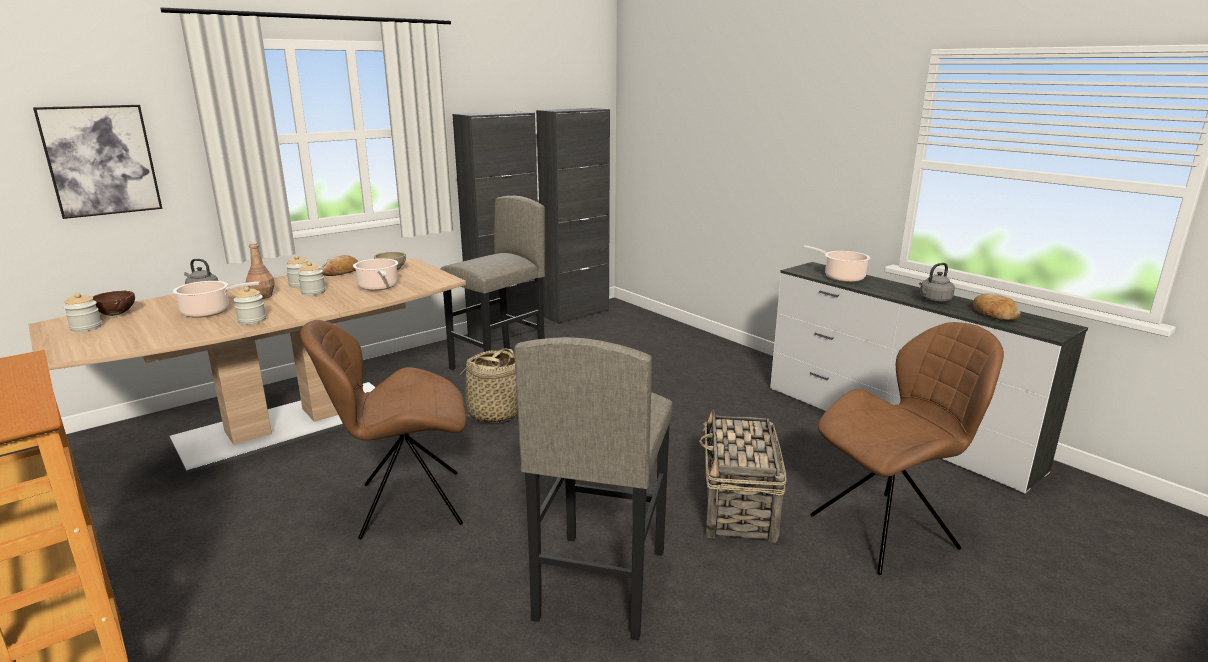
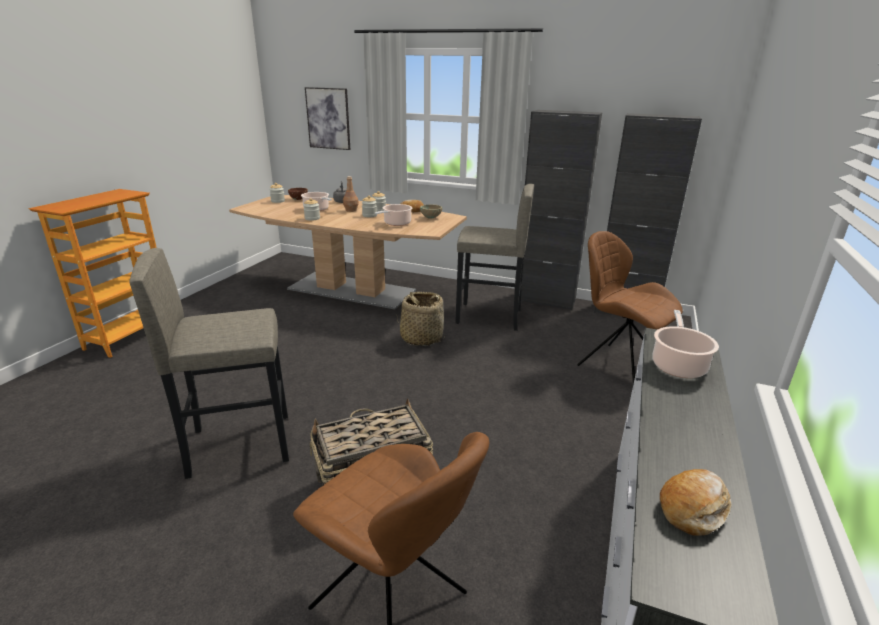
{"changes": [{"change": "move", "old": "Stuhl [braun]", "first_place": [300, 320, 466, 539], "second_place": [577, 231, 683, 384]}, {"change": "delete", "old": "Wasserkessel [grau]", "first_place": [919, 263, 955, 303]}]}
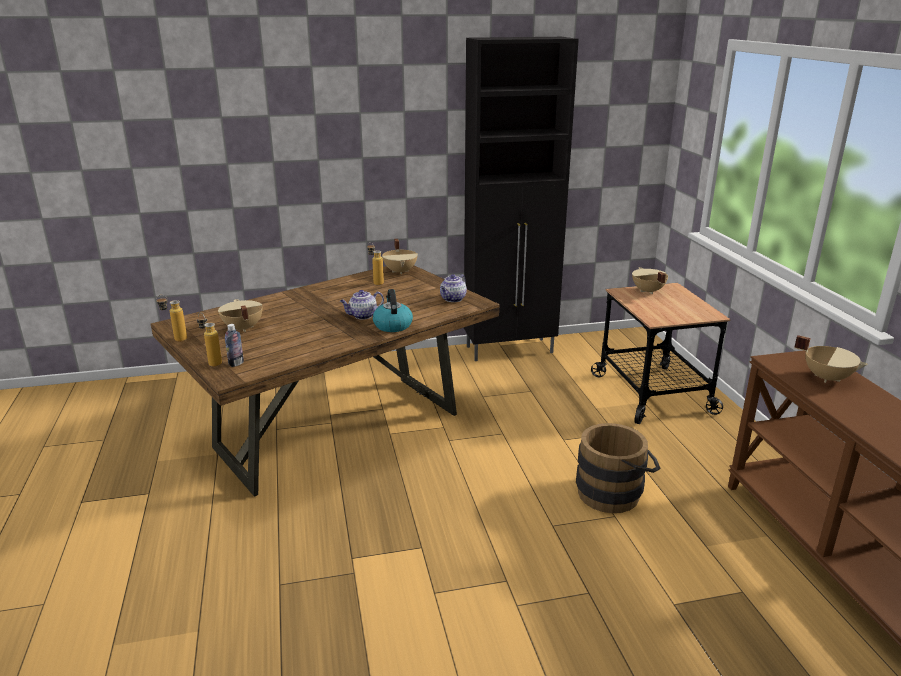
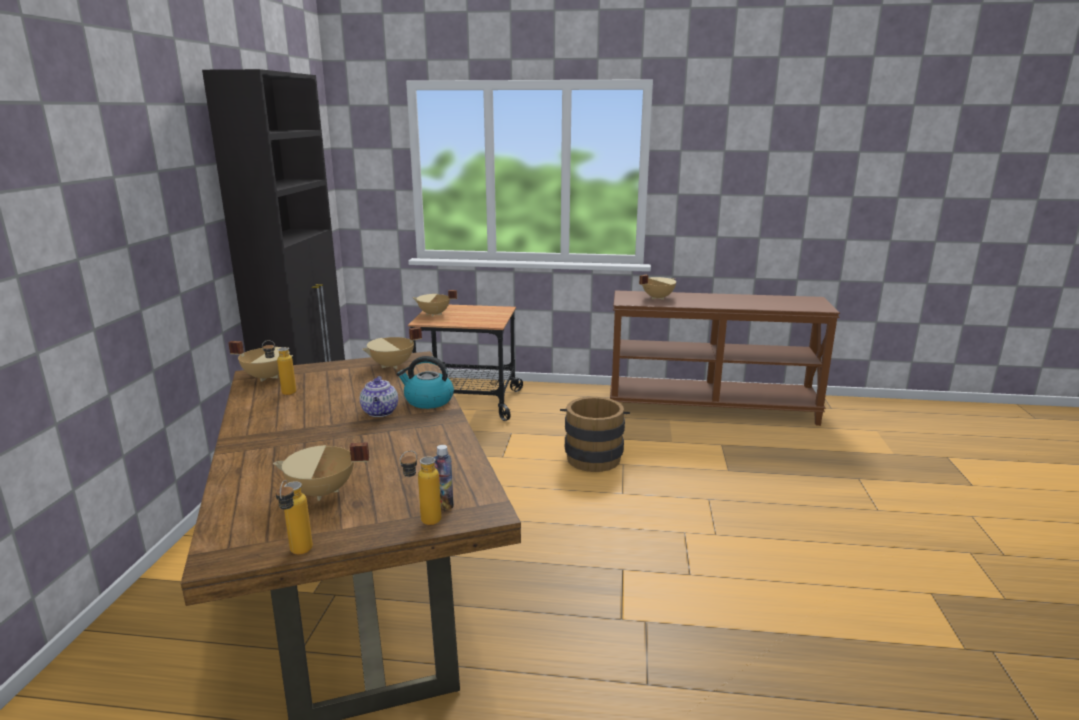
{"changes": [{"change": "replace", "old": "Teekanne", "new": "Kochtopf [beige]", "first_place": [440, 274, 467, 302], "second_place": [362, 327, 422, 369]}]}
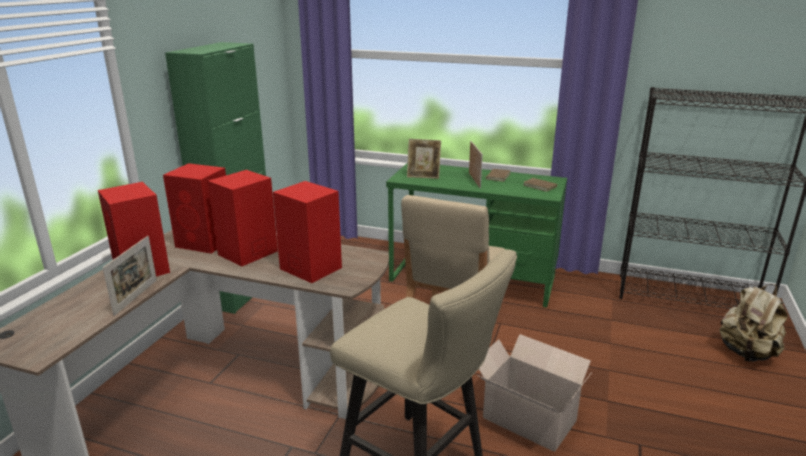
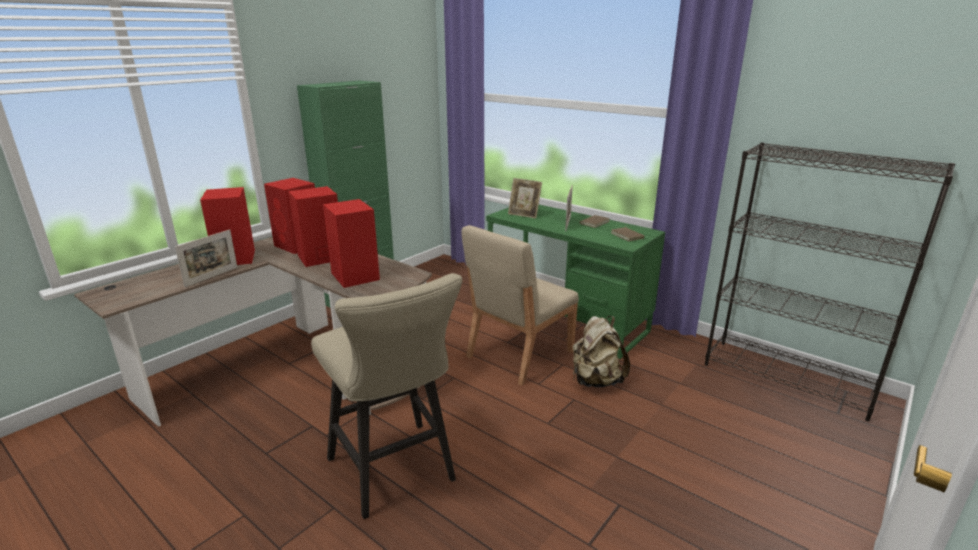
{"changes": [{"change": "delete", "old": "Karton", "first_place": [477, 334, 592, 452]}, {"change": "move", "old": "Rucksack [beige]", "first_place": [719, 284, 788, 362], "second_place": [573, 316, 630, 388]}]}
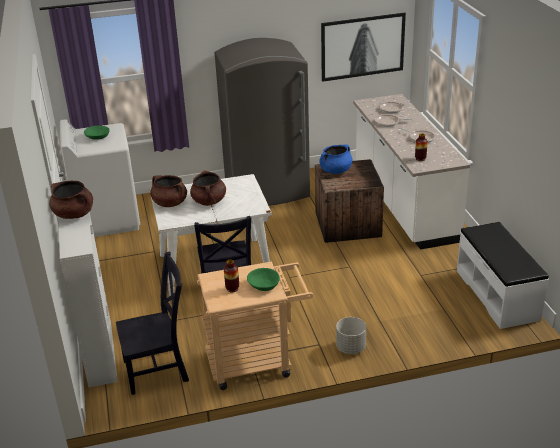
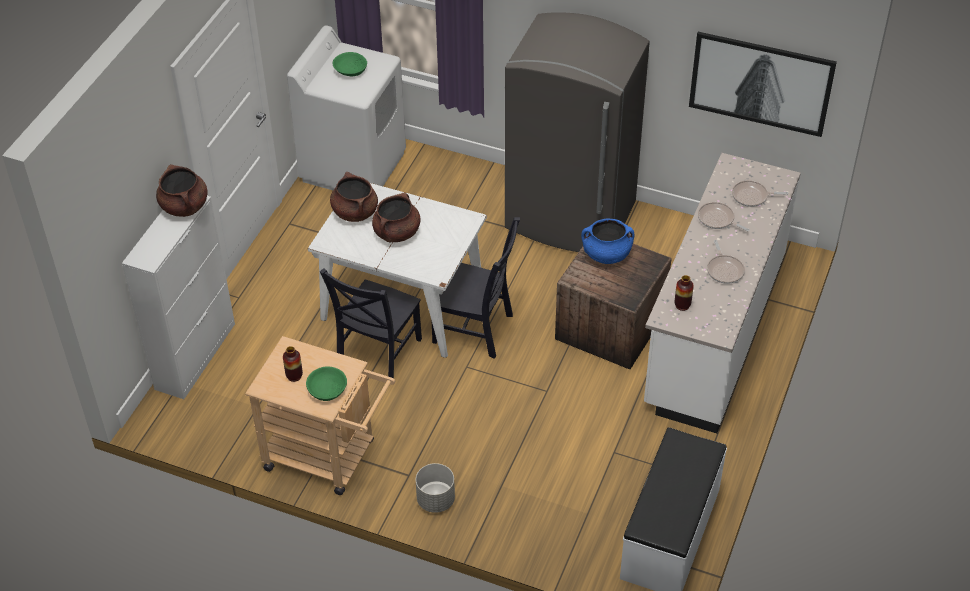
{"changes": [{"change": "move", "old": "Stuhl [schwarz]", "first_place": [116, 252, 189, 395], "second_place": [432, 217, 520, 358]}]}
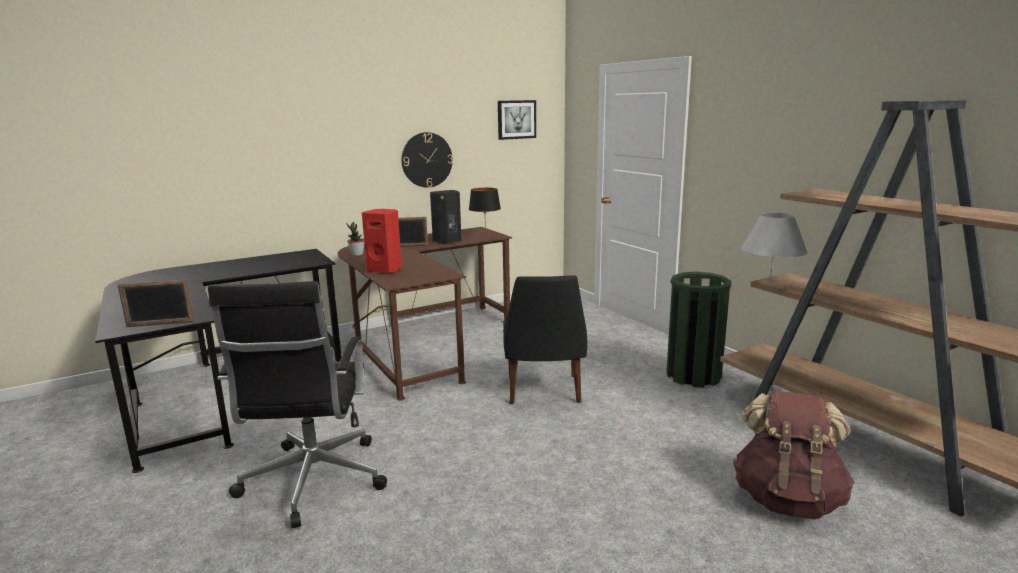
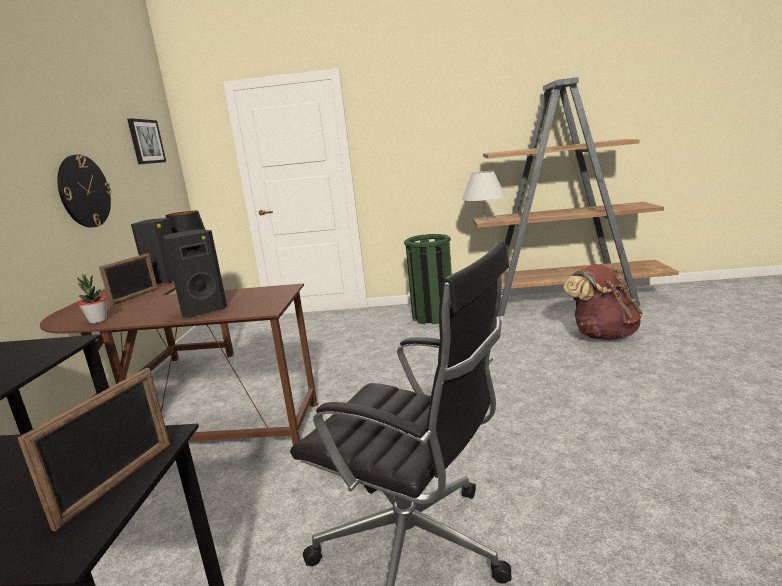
{"changes": [{"change": "recolor", "old": "Lautsprecher [rot]", "new": "Lautsprecher [schwarz]", "first_place": [362, 209, 402, 273], "second_place": [163, 229, 227, 318]}, {"change": "delete", "old": "Stuhl [schwarz]", "first_place": [503, 275, 587, 404]}]}
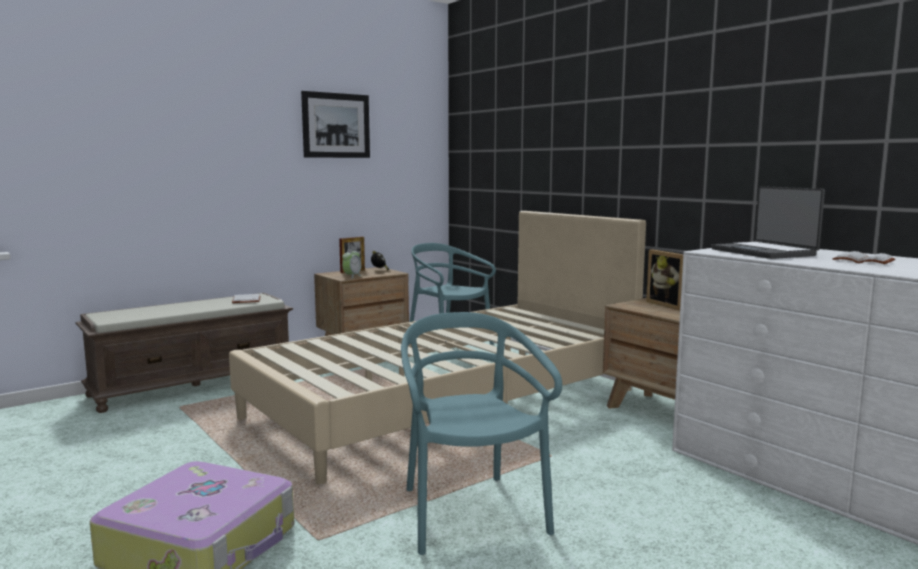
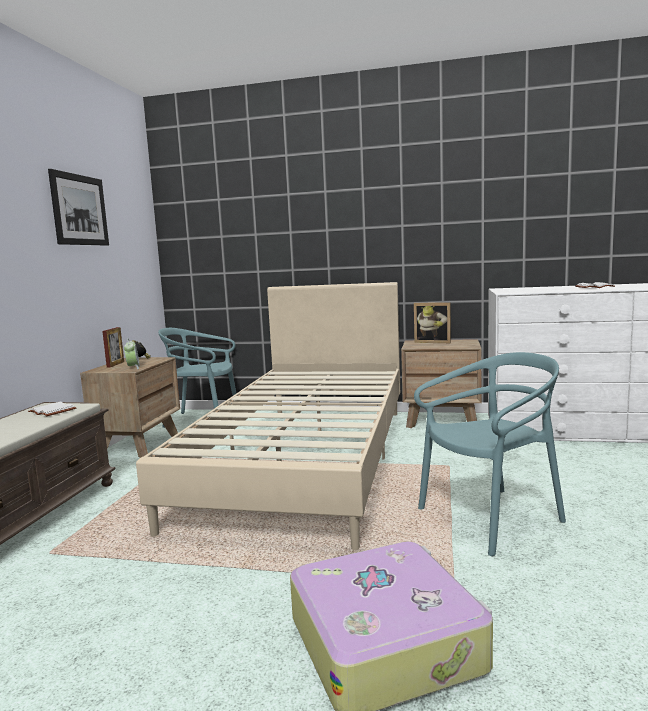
{"changes": [{"change": "rotate", "old": "Stuhl [türkis]", "first_place": [401, 312, 562, 555], "second_place": [414, 352, 566, 556], "degrees": 120}, {"change": "delete", "old": "Laptop", "first_place": [711, 186, 825, 259]}]}
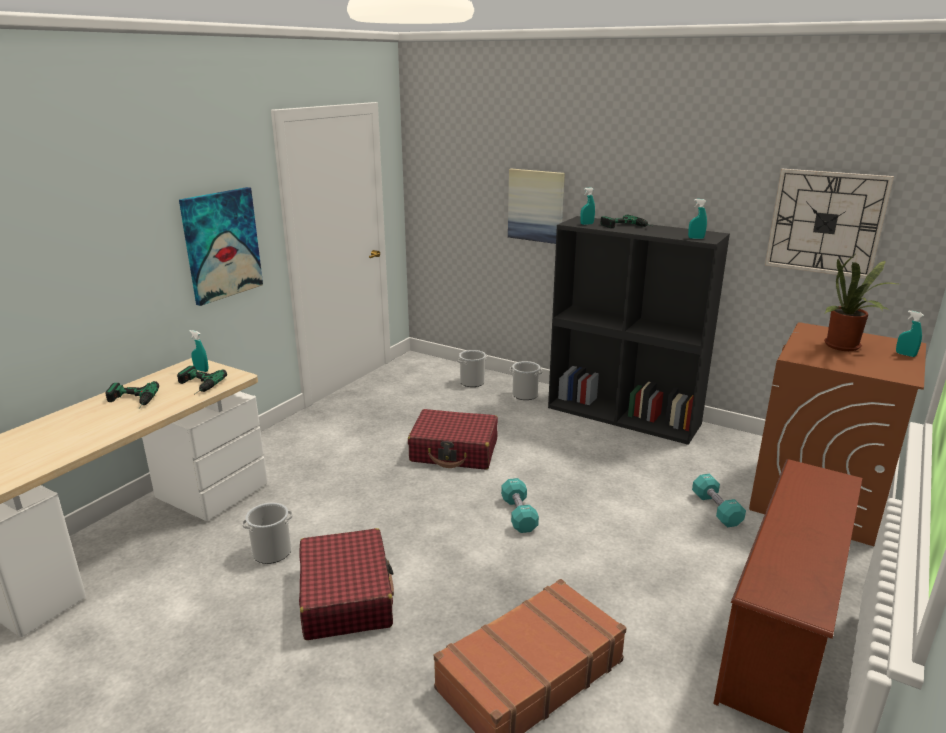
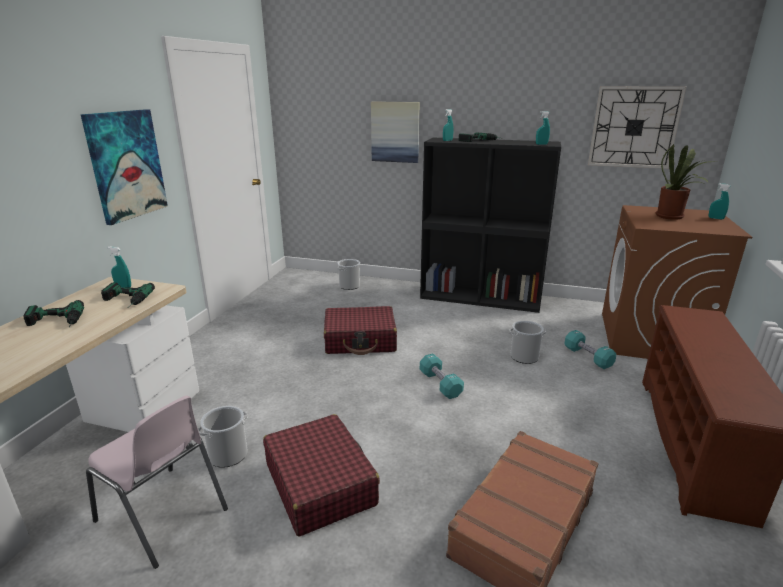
{"changes": [{"change": "move", "old": "Eimer", "first_place": [510, 361, 543, 400], "second_place": [509, 321, 546, 364]}, {"change": "insert", "new": "Stuhl [rosa]", "second_place": [86, 395, 228, 569]}]}
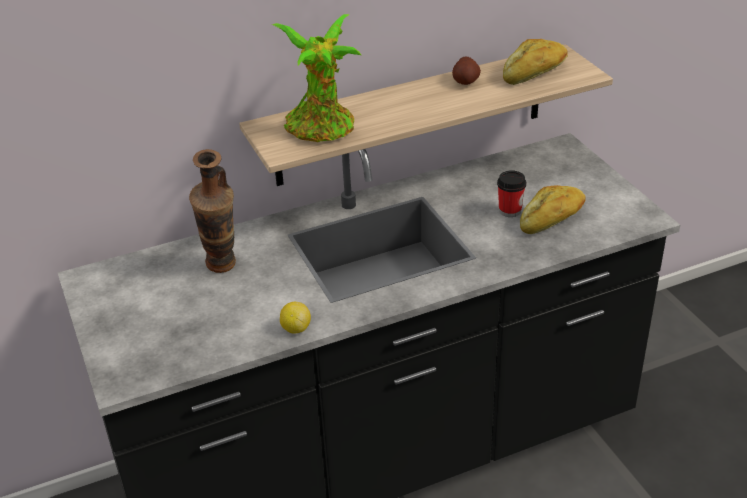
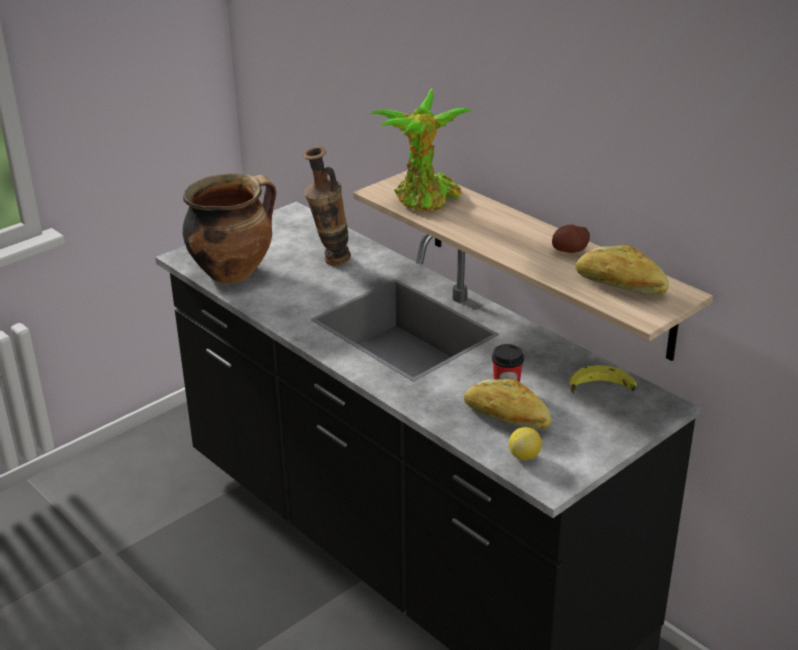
{"changes": [{"change": "move", "old": "Zitrone", "first_place": [280, 302, 311, 334], "second_place": [509, 427, 542, 460]}, {"change": "insert", "new": "Kochtopf", "second_place": [183, 174, 276, 283]}, {"change": "insert", "new": "Banane", "second_place": [569, 365, 637, 394]}]}
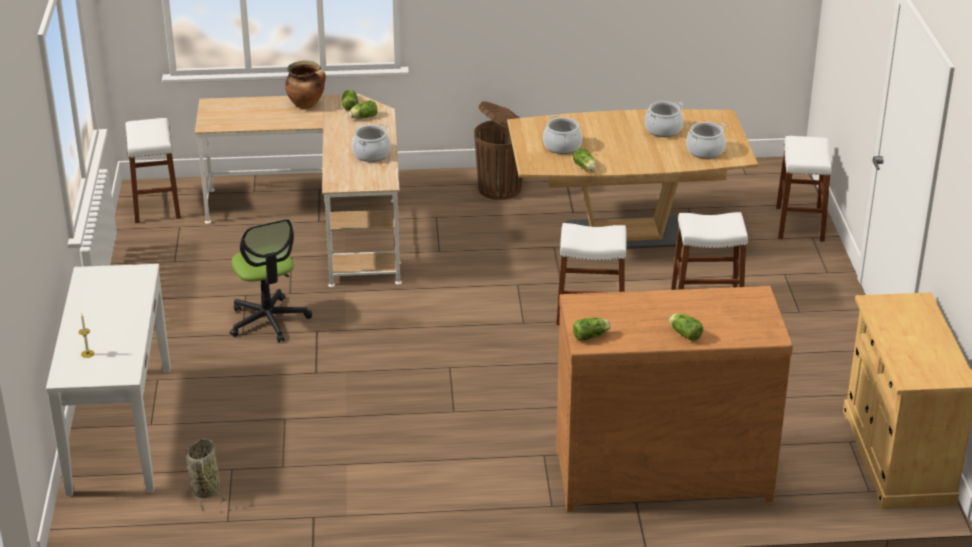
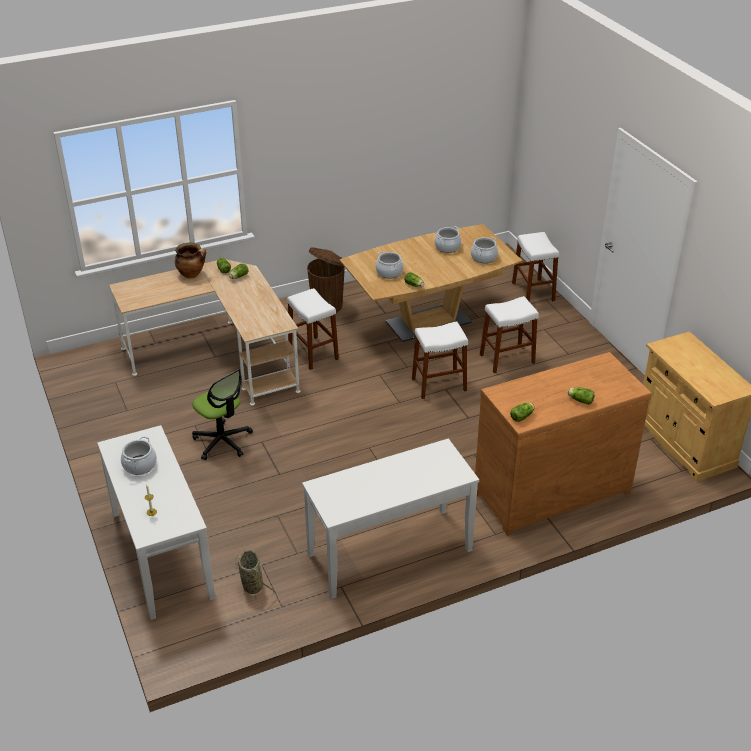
{"changes": [{"change": "move", "old": "Hocker [weiß]", "first_place": [126, 118, 181, 223], "second_place": [287, 288, 339, 370]}, {"change": "move", "old": "Kochtopf", "first_place": [352, 123, 391, 162], "second_place": [121, 436, 157, 475]}, {"change": "insert", "new": "Konsolentisch [weiß]", "second_place": [302, 438, 479, 599]}]}
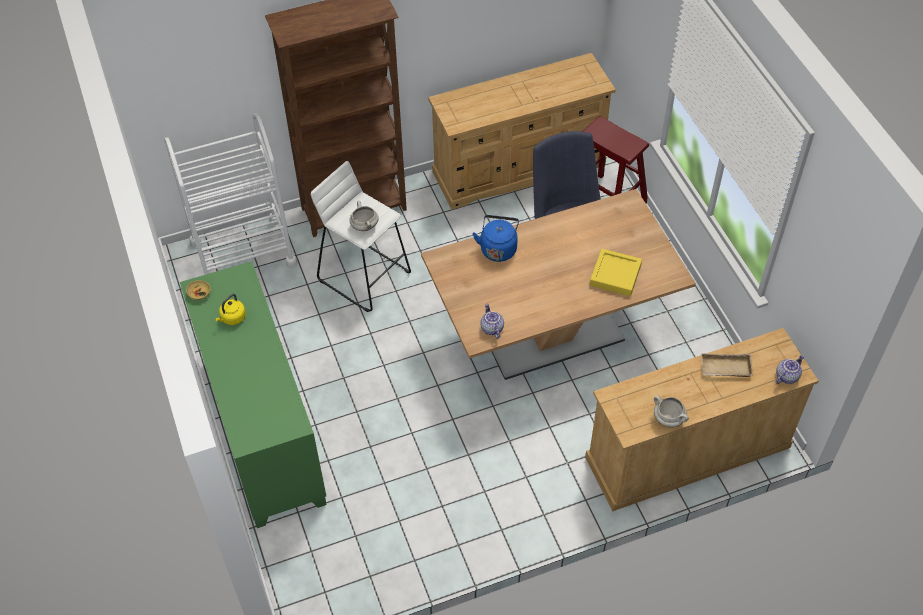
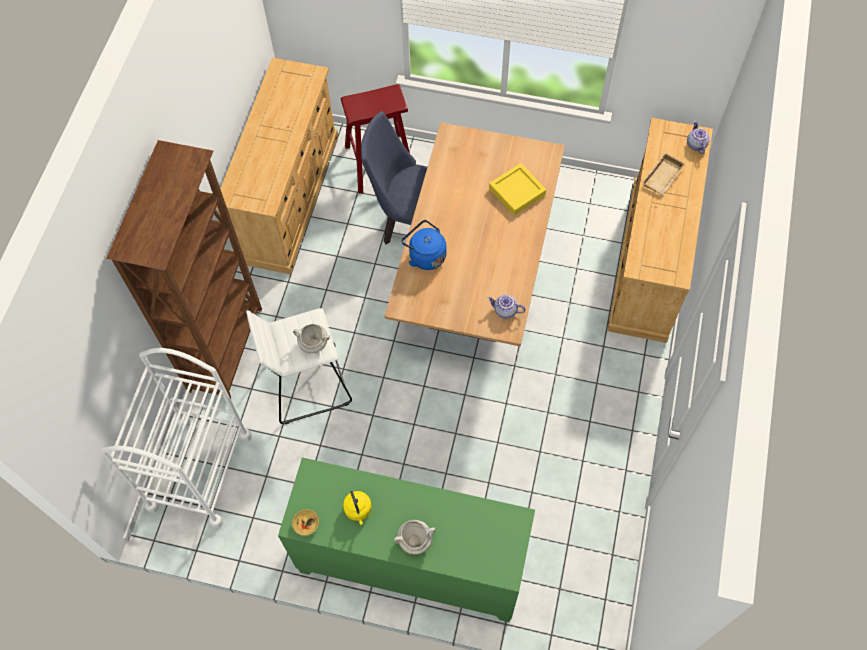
{"changes": [{"change": "move", "old": "Kochtopf [weiß]", "first_place": [654, 396, 689, 427], "second_place": [394, 520, 436, 555]}]}
